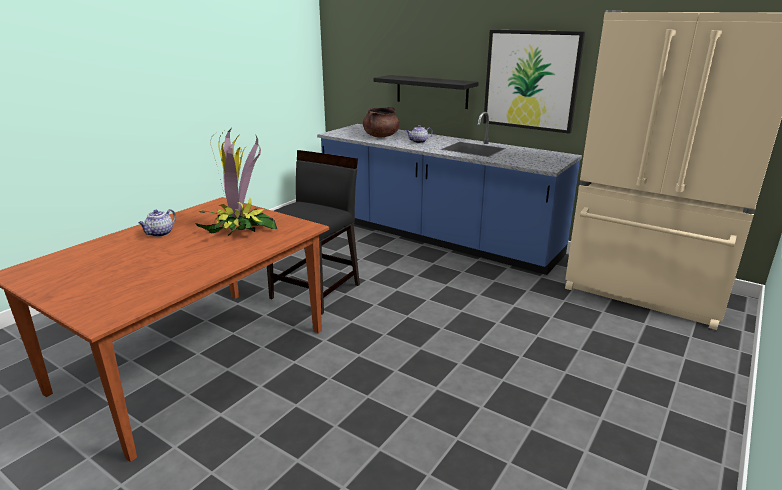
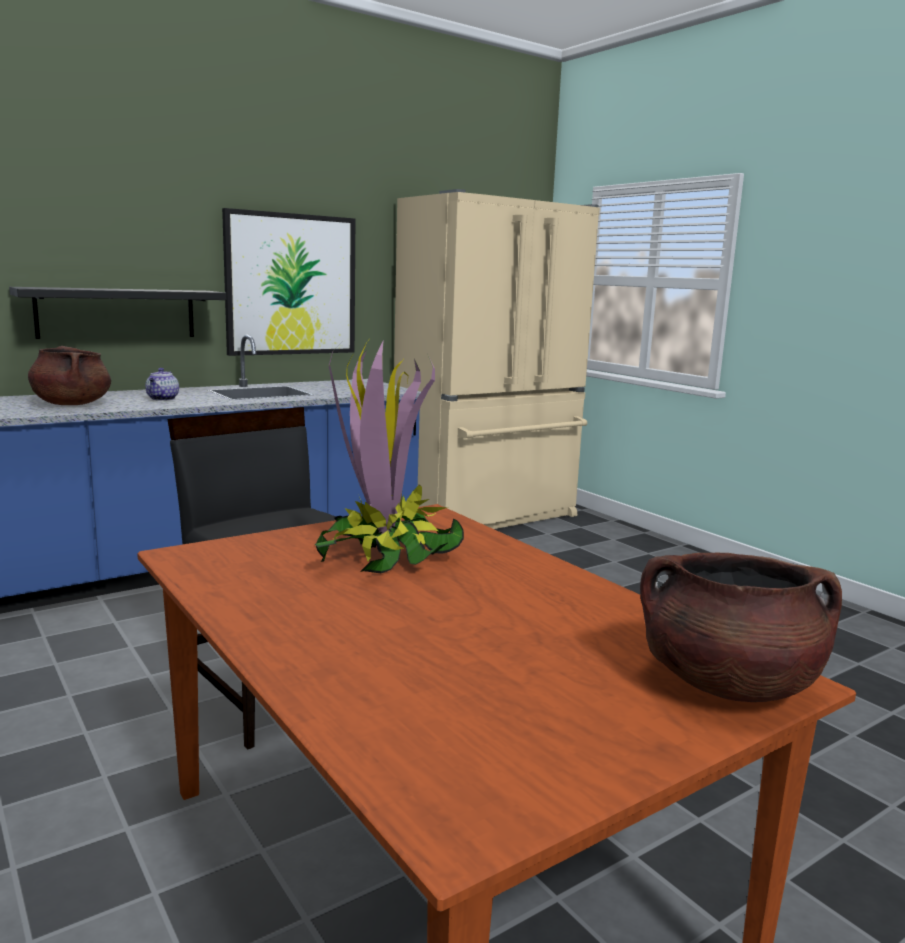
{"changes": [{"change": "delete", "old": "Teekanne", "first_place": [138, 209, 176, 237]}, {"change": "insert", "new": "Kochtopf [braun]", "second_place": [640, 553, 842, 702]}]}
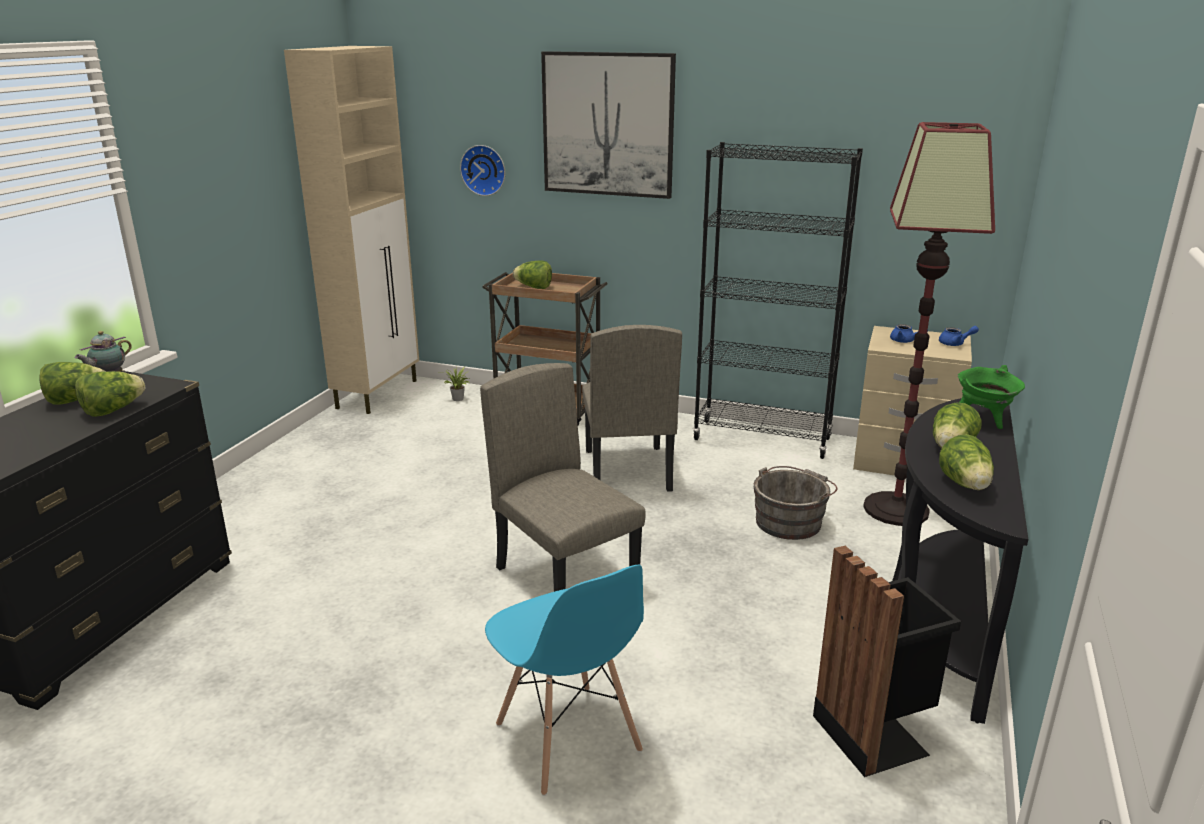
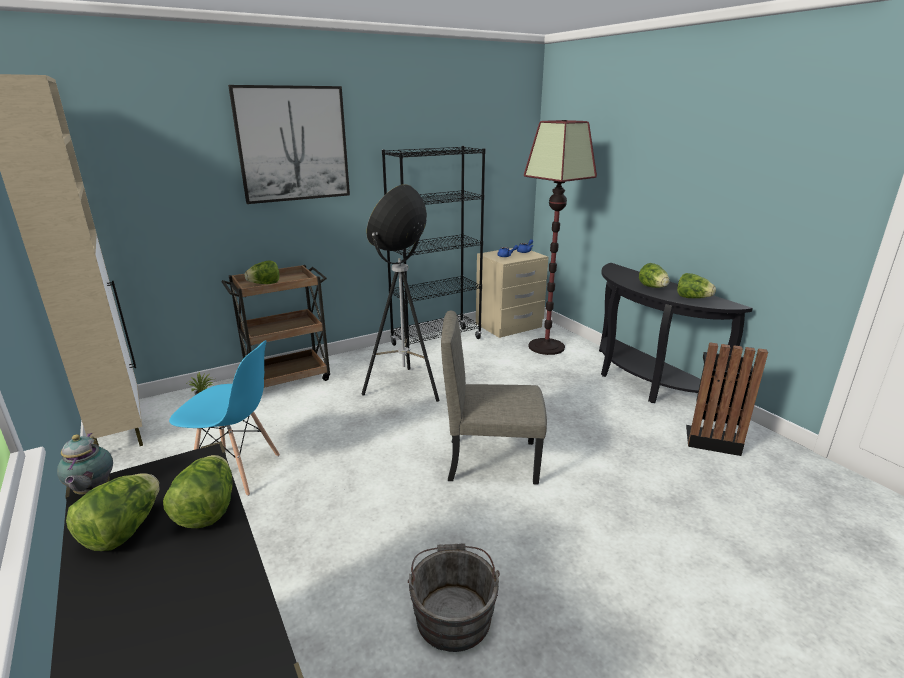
{"changes": [{"change": "delete", "old": "Wanduhr", "first_place": [460, 145, 505, 196]}, {"change": "move", "old": "Stuhl [blau]", "first_place": [485, 565, 644, 796], "second_place": [169, 340, 280, 496]}, {"change": "replace", "old": "Stuhl [beige]", "new": "Stehlampe", "first_place": [582, 325, 682, 492], "second_place": [362, 184, 439, 402]}, {"change": "move", "old": "Eimer [grau]", "first_place": [754, 466, 838, 540], "second_place": [408, 543, 500, 652]}, {"change": "delete", "old": "Kochtopf [grün]", "first_place": [957, 365, 1025, 429]}]}
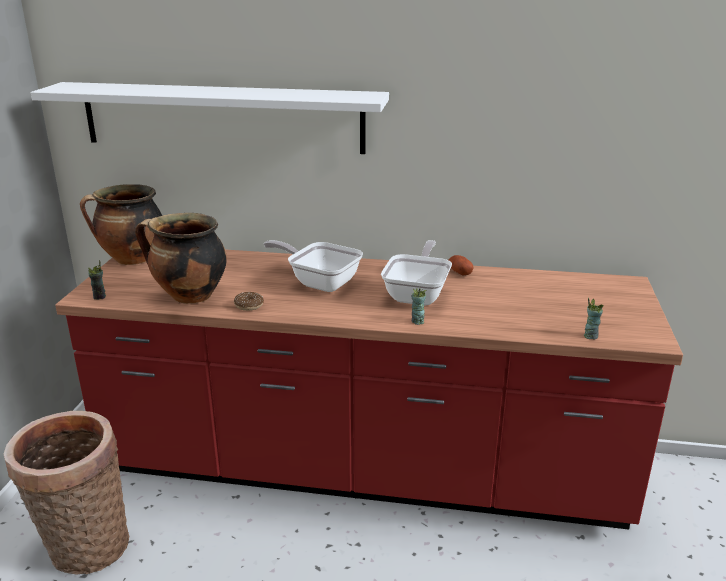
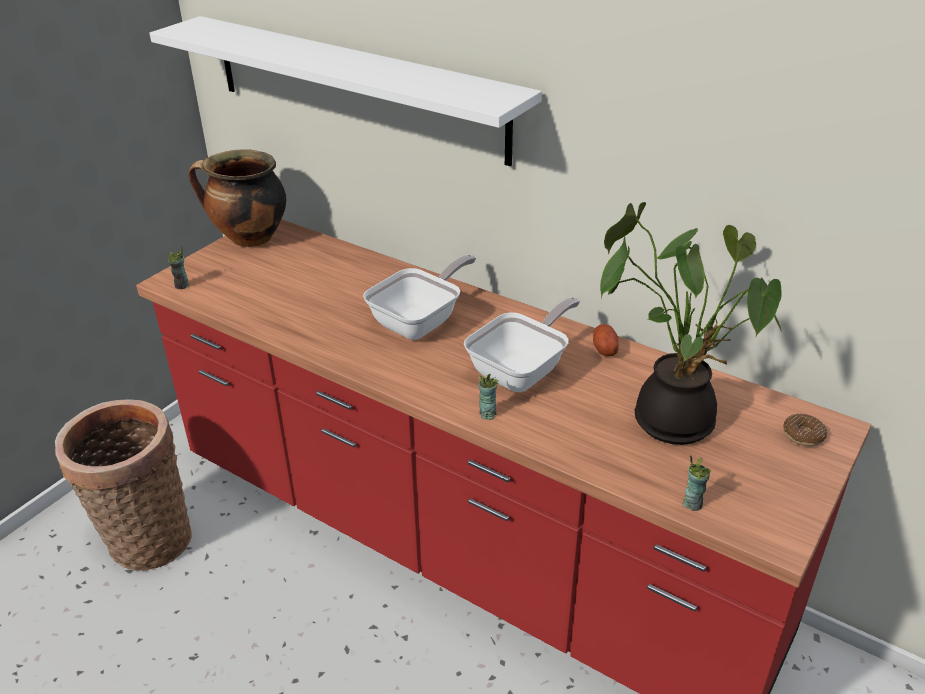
{"changes": [{"change": "delete", "old": "Kochtopf", "first_place": [135, 213, 227, 304]}, {"change": "move", "old": "Donut", "first_place": [234, 292, 264, 311], "second_place": [783, 414, 827, 446]}, {"change": "rotate", "old": "Pfanne", "first_place": [264, 240, 363, 292], "second_place": [363, 255, 476, 340], "degrees": 75}, {"change": "insert", "new": "Topfpflanze", "second_place": [600, 202, 782, 445]}]}
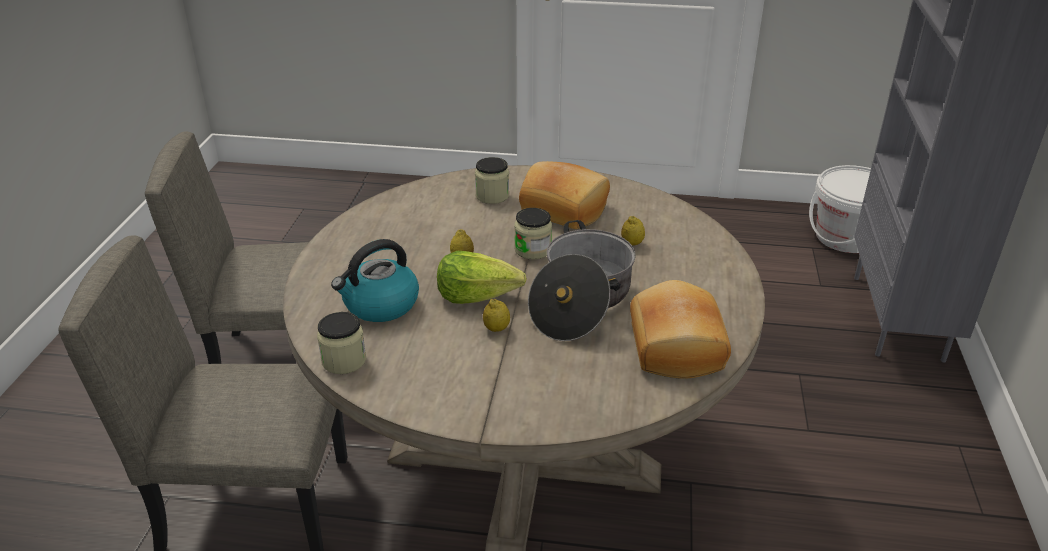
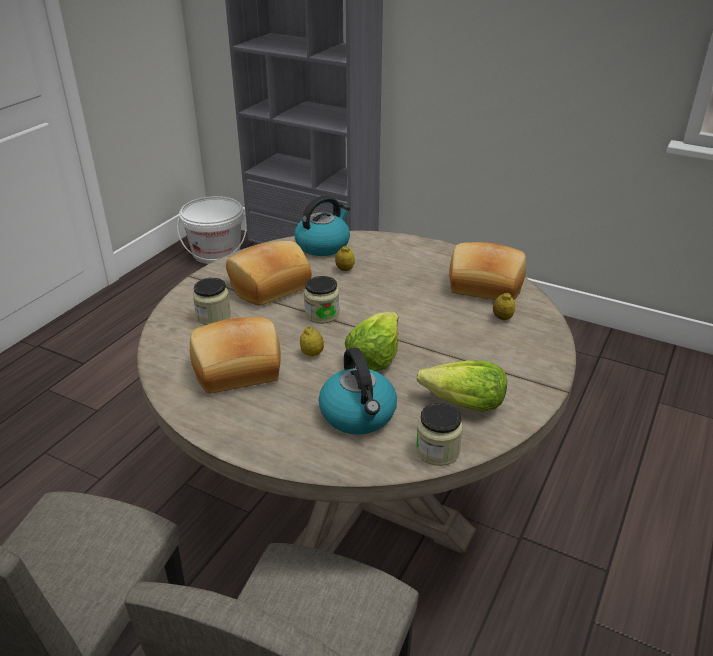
{"changes": [{"change": "move", "old": "Zitrone", "first_place": [483, 299, 510, 332], "second_place": [493, 293, 515, 320]}, {"change": "delete", "old": "Kochtopf", "first_place": [528, 220, 636, 341]}, {"change": "insert", "new": "Brot", "second_place": [190, 317, 281, 394]}, {"change": "insert", "new": "Wasserkessel", "second_place": [295, 195, 350, 256]}, {"change": "insert", "new": "Salatkopf", "second_place": [417, 361, 507, 412]}]}
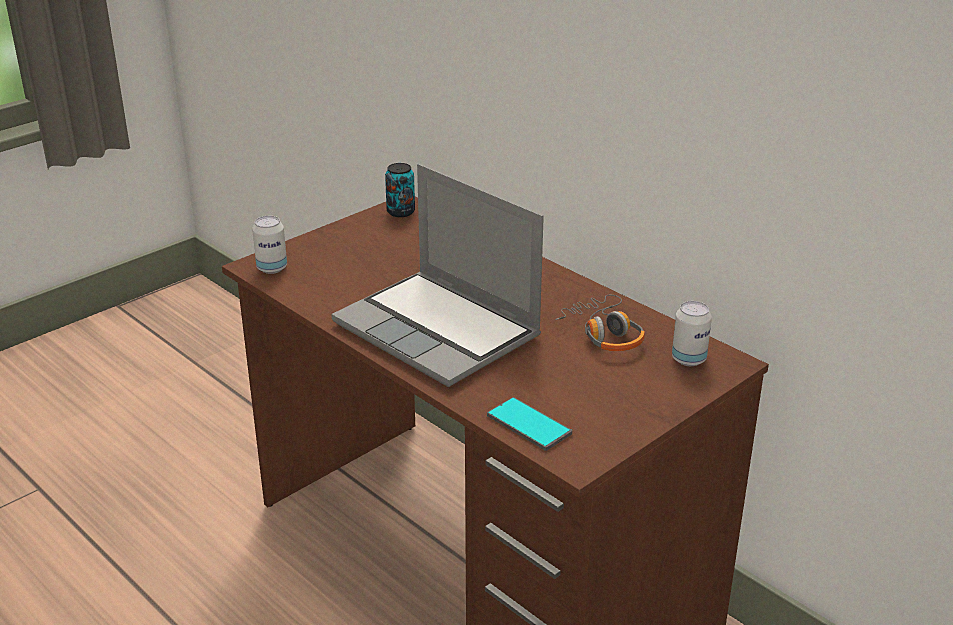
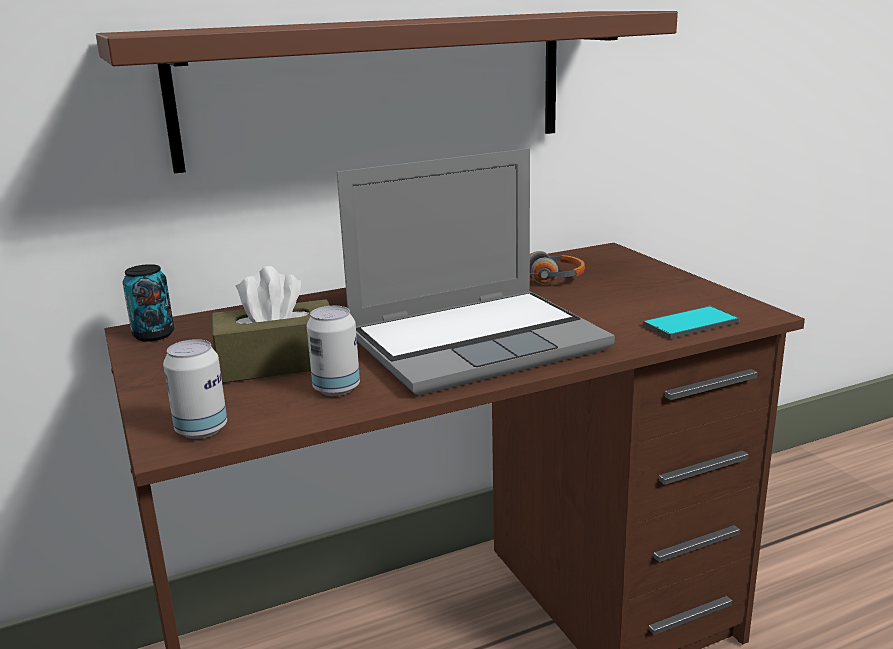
{"changes": [{"change": "move", "old": "Dose", "first_place": [672, 301, 712, 366], "second_place": [307, 306, 360, 396]}, {"change": "insert", "new": "Wandregal [braun]", "second_place": [96, 11, 678, 173]}, {"change": "insert", "new": "Taschentuchbox [braun]", "second_place": [212, 266, 330, 383]}]}
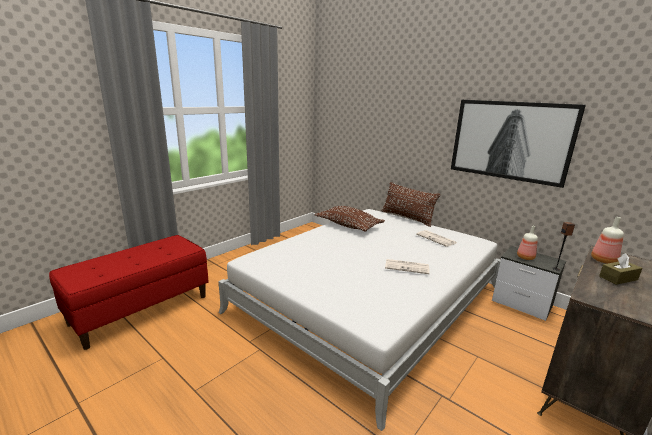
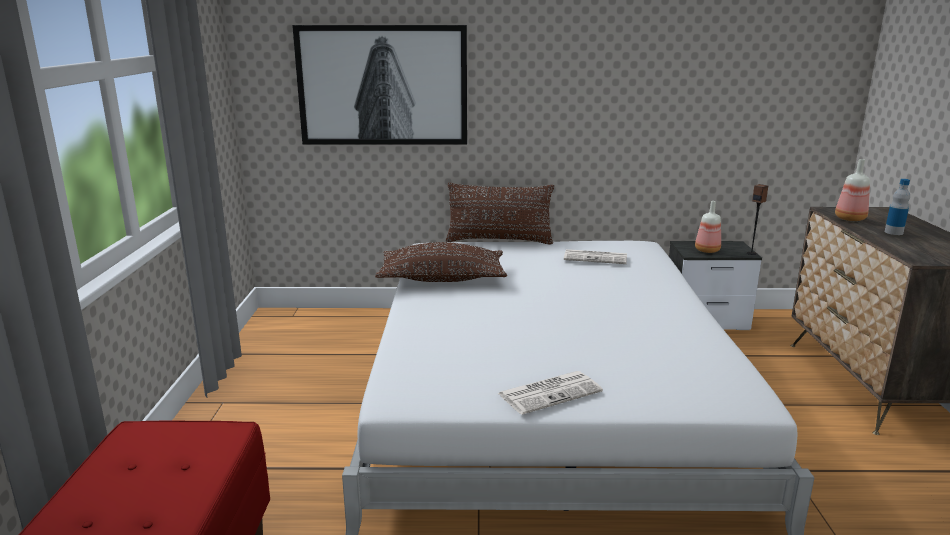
{"changes": [{"change": "move", "old": "Zeitung", "first_place": [385, 259, 430, 274], "second_place": [497, 371, 603, 415]}, {"change": "move", "old": "Bild", "first_place": [451, 100, 586, 188], "second_place": [292, 25, 467, 145]}, {"change": "replace", "old": "Taschentuchbox [braun]", "new": "Flasche", "first_place": [599, 253, 642, 285], "second_place": [885, 179, 910, 235]}]}
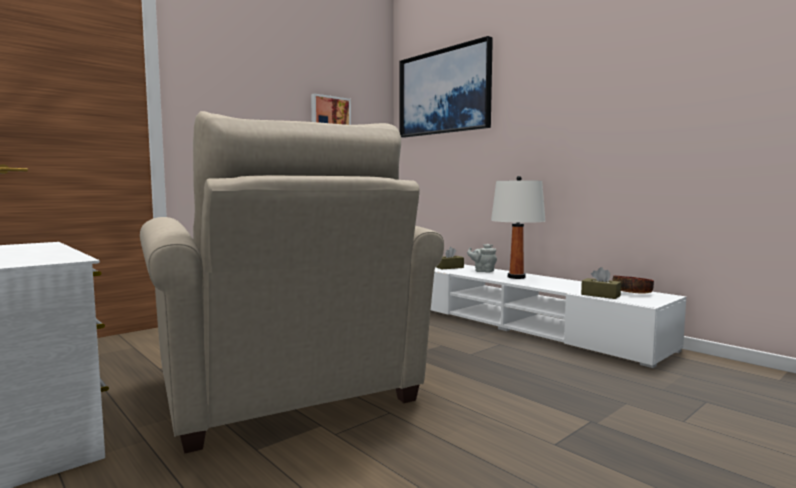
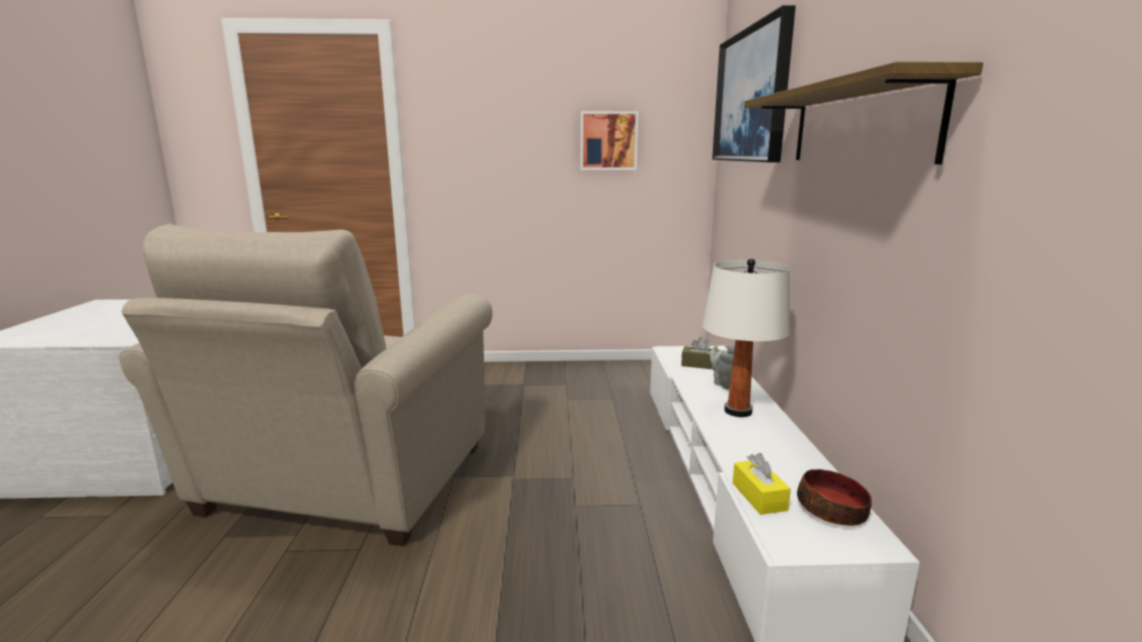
{"changes": [{"change": "recolor", "old": "Taschentuchbox [braun]", "new": "Taschentuchbox [gelb]", "first_place": [581, 267, 621, 299], "second_place": [733, 453, 791, 515]}, {"change": "insert", "new": "Wandregal", "second_place": [744, 62, 983, 164]}]}
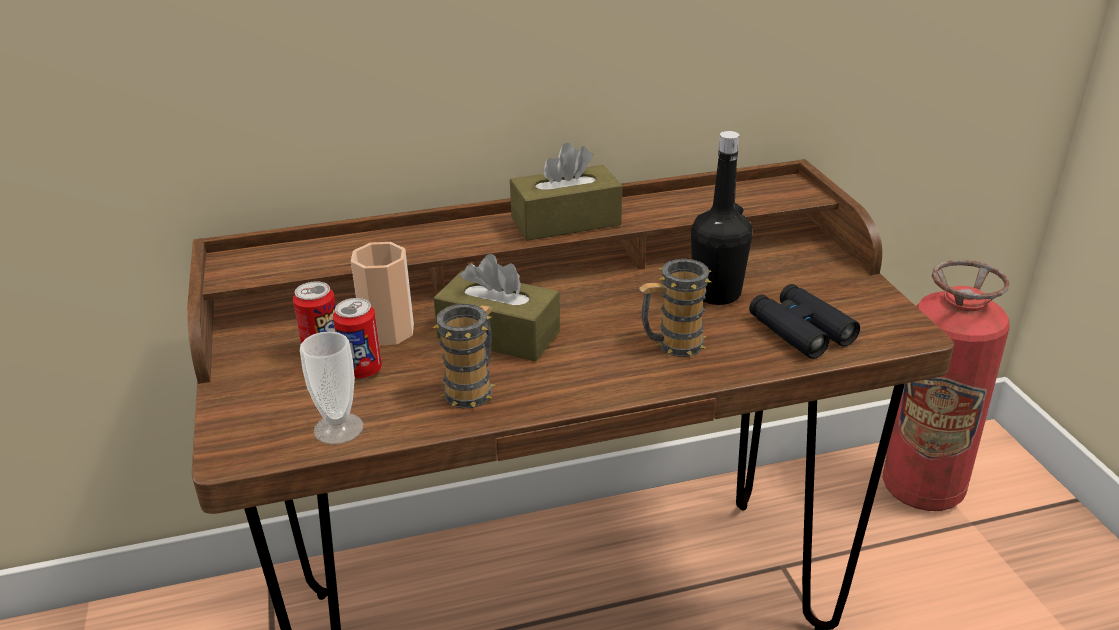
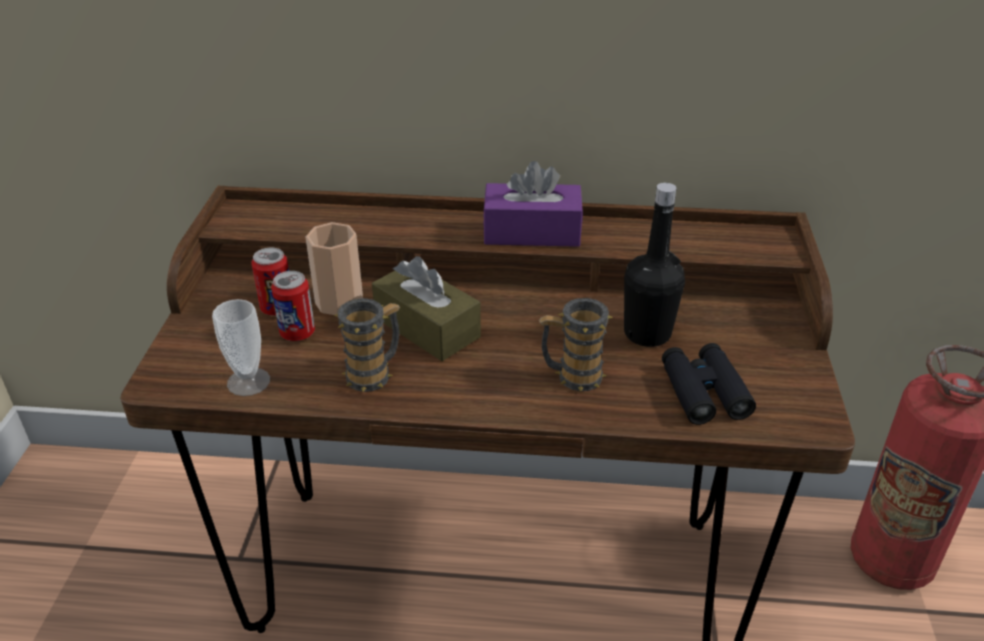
{"changes": [{"change": "recolor", "old": "Taschentuchbox [braun]", "new": "Taschentuchbox [lila]", "first_place": [510, 143, 622, 241], "second_place": [483, 161, 583, 247]}]}
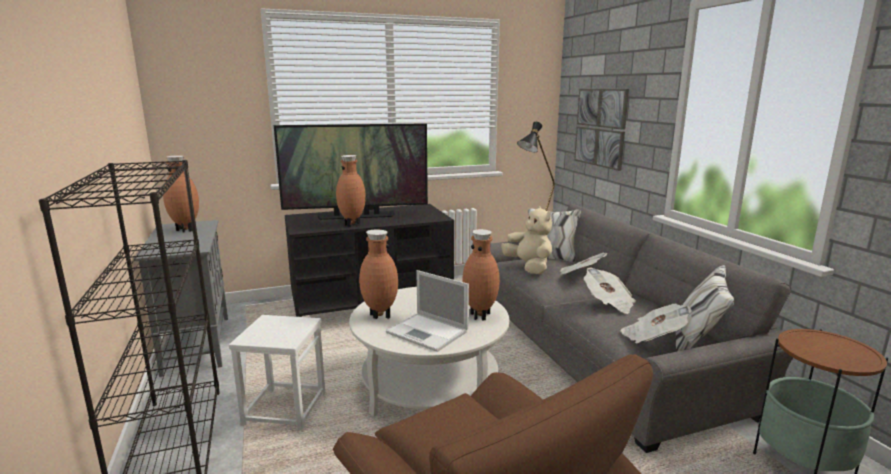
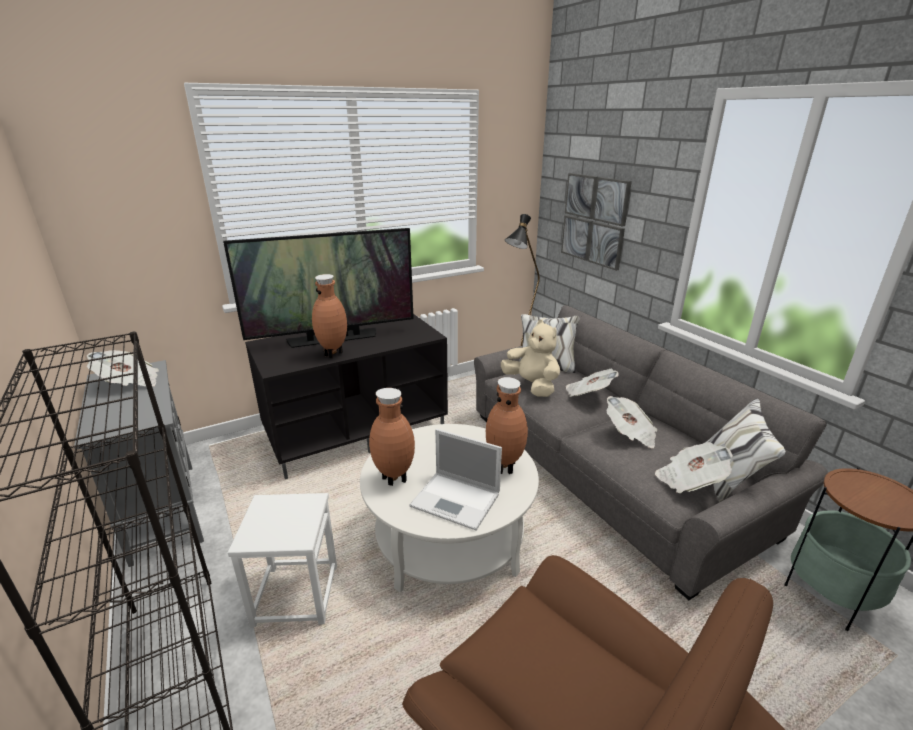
{"changes": [{"change": "replace", "old": "Vase [braun]", "new": "Zeitung", "first_place": [163, 155, 199, 232], "second_place": [87, 350, 159, 387]}]}
